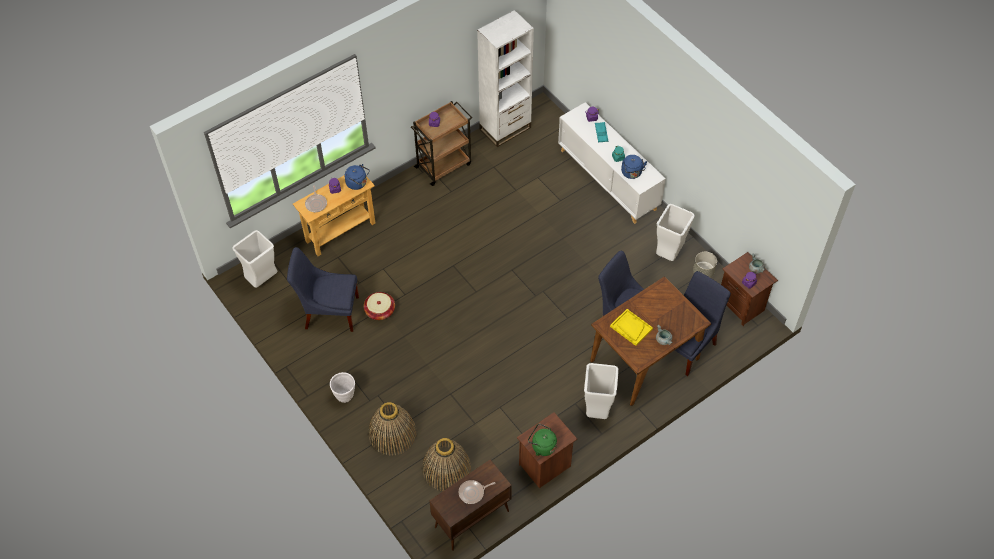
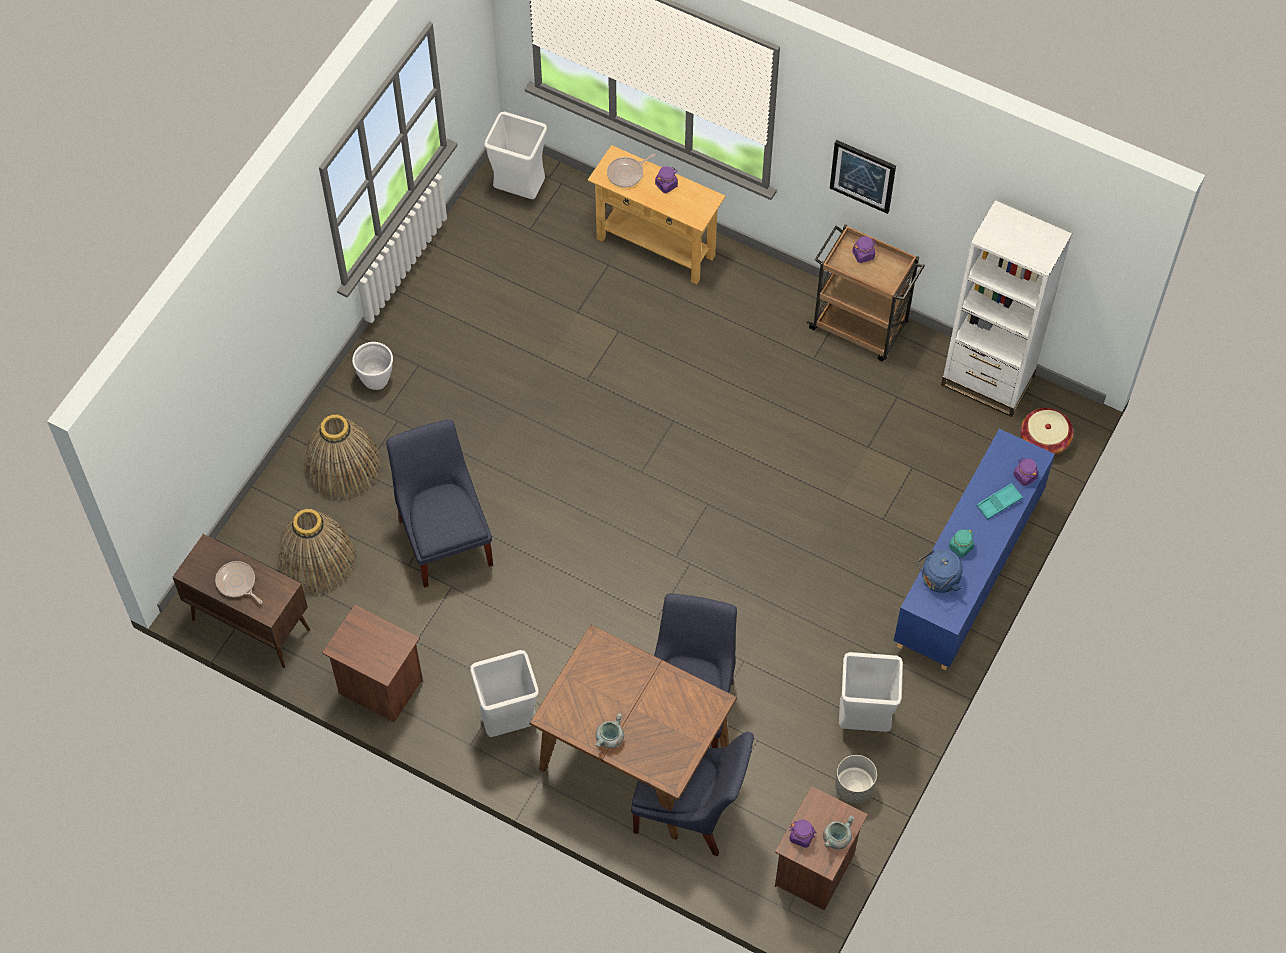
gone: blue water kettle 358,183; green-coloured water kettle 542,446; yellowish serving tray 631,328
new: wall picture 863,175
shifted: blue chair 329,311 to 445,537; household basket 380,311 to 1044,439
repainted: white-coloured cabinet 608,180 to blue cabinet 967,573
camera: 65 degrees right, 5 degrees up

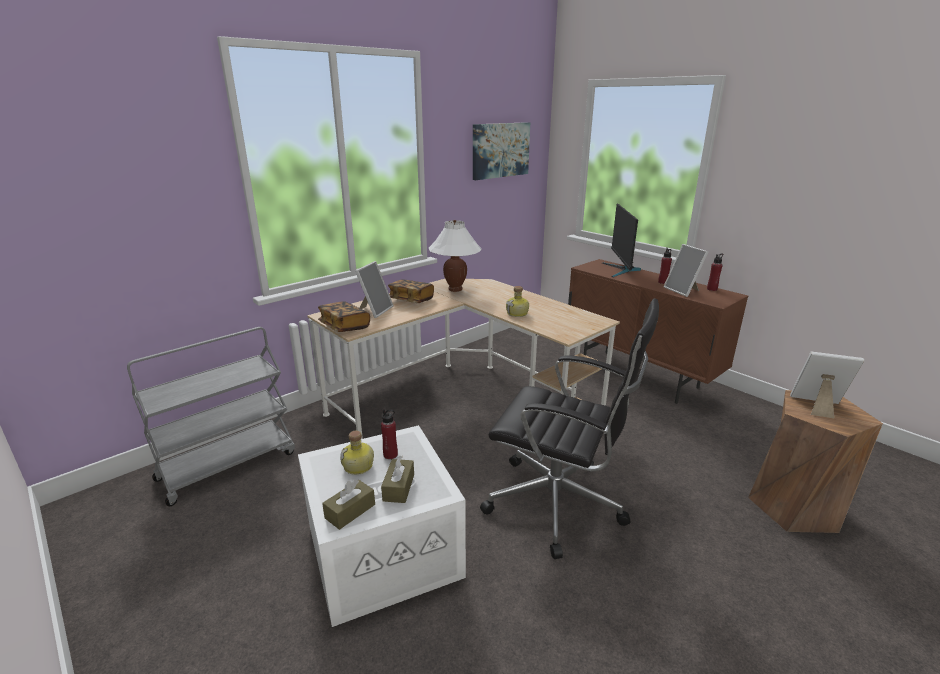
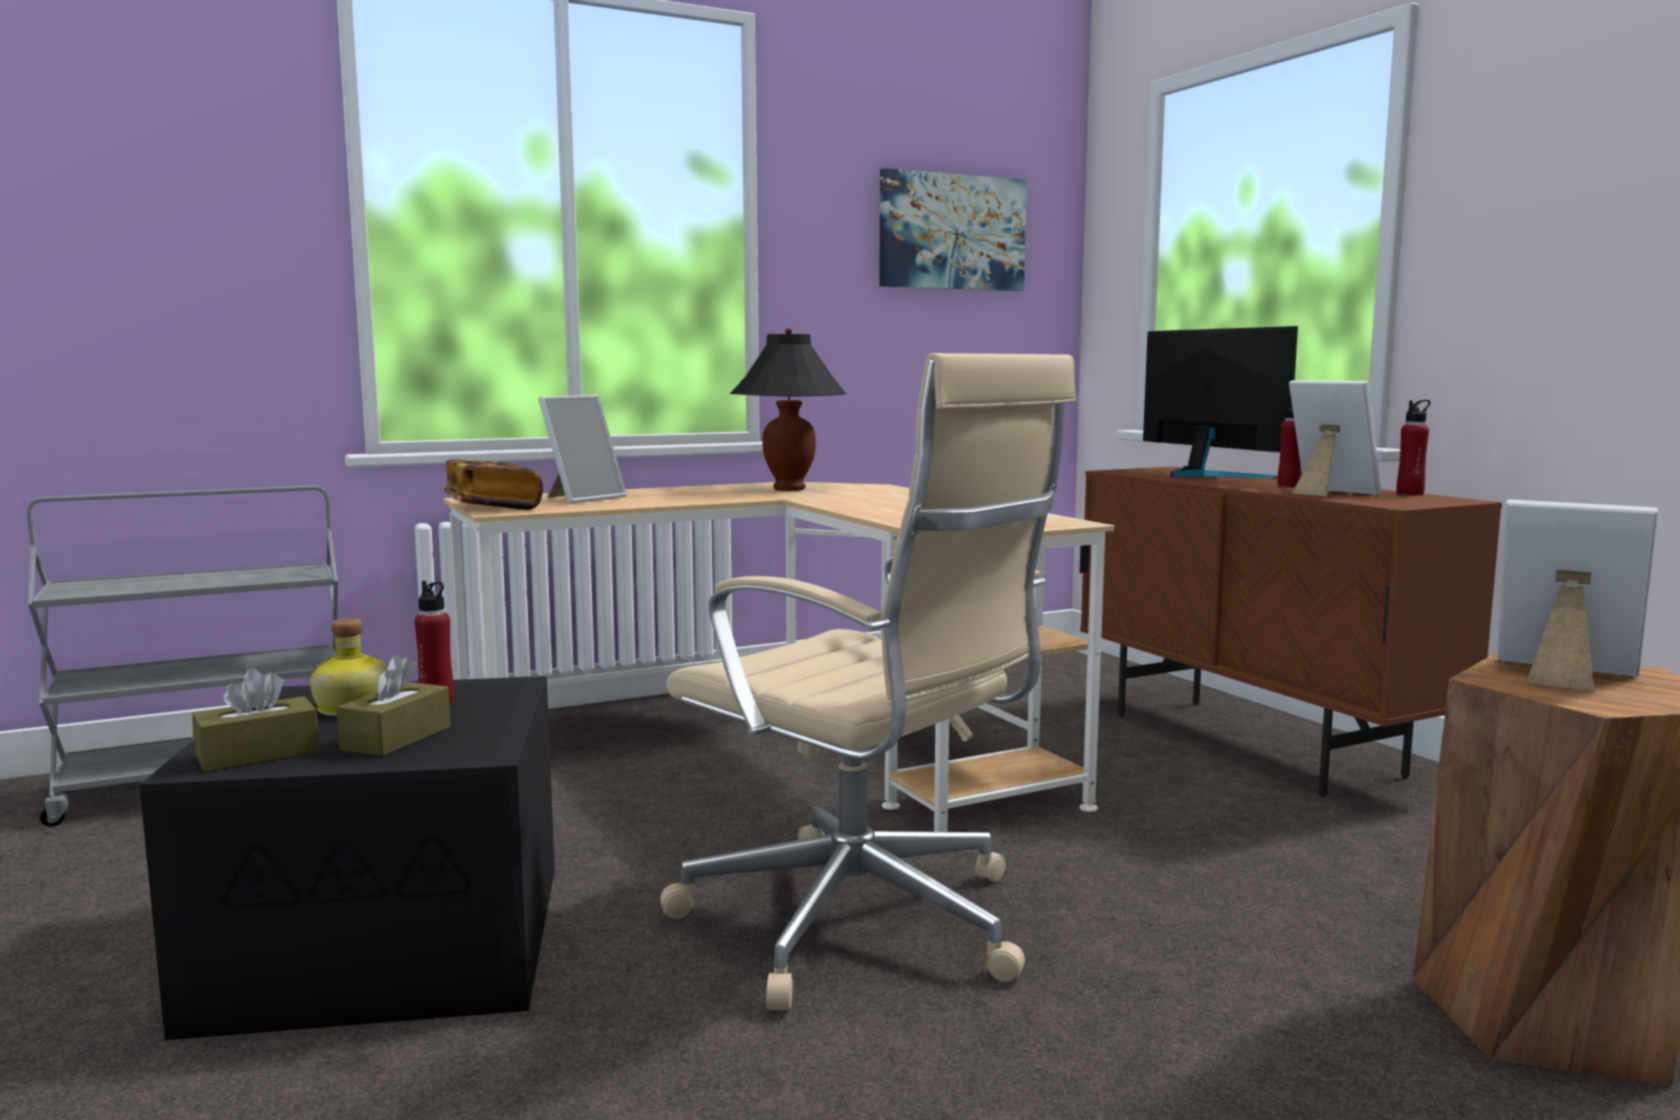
gone: bound book 411,300; beverage bottle 517,313
repainted: white-coloured storage bin 385,549 to black-coloured storage bin 394,940; black-coloured office chair 559,504 to beige-coloured office chair 864,925; white-coloured table lamp 455,289 to black-coloured table lamp 789,489
rotated: computer display 621,270 = 1205,474 135 degrees clockwise; standing frame 683,291 = 1326,493 150 degrees clockwise
camera: 15 degrees right, 15 degrees down

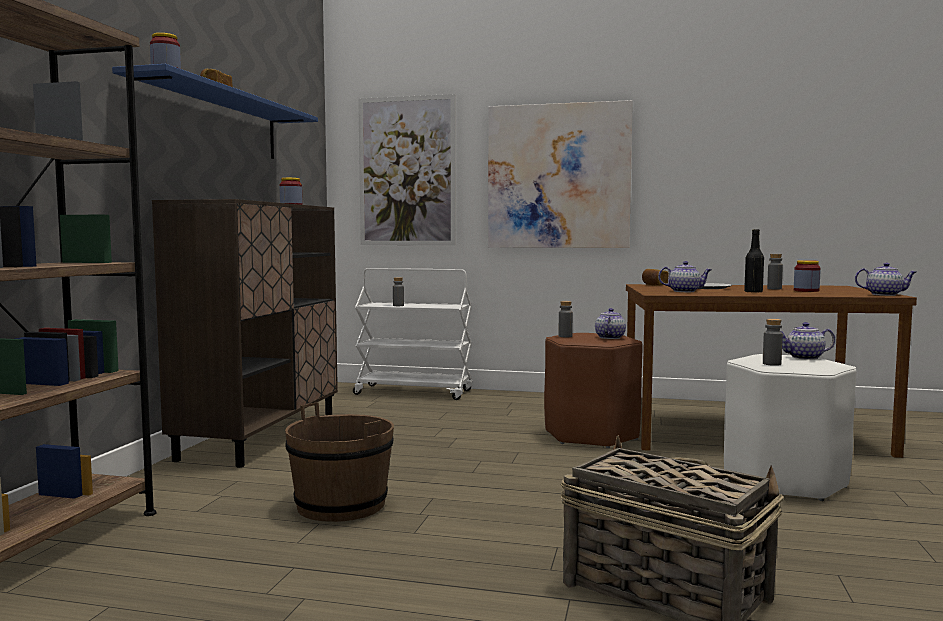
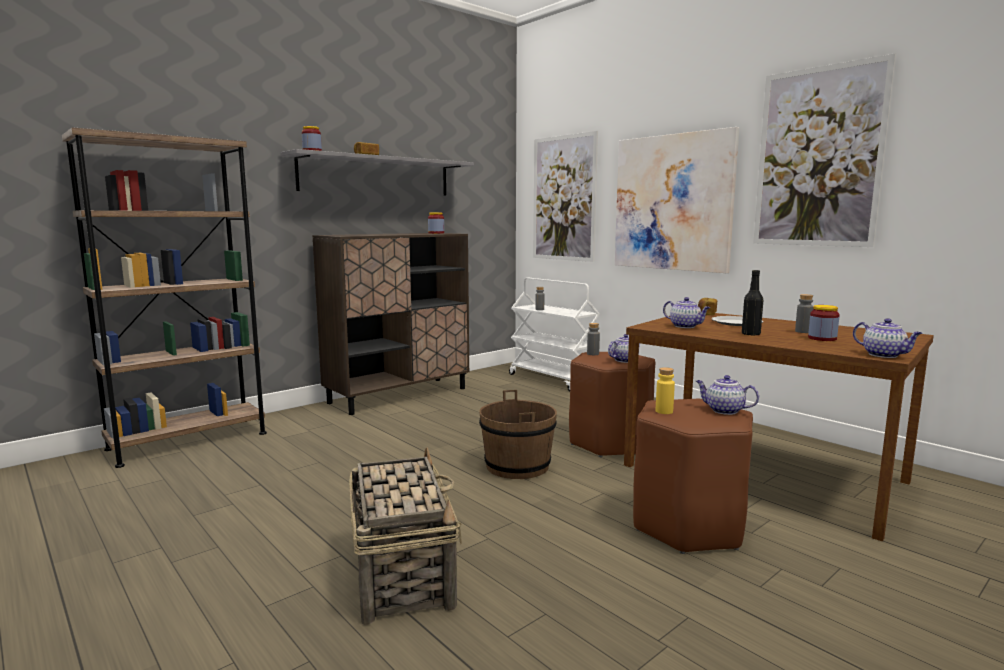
new: wall picture 818,157
shifted: brownish pail 341,505 to 517,466
repainted: blue shelf 211,122 to greyish shelf 377,176; white-coloured stool seat 784,481 to brownish stool seat 688,526; greyish beverage bottle 771,364 to yellowish beverage bottle 664,411
camera: 35 degrees right, 5 degrees up

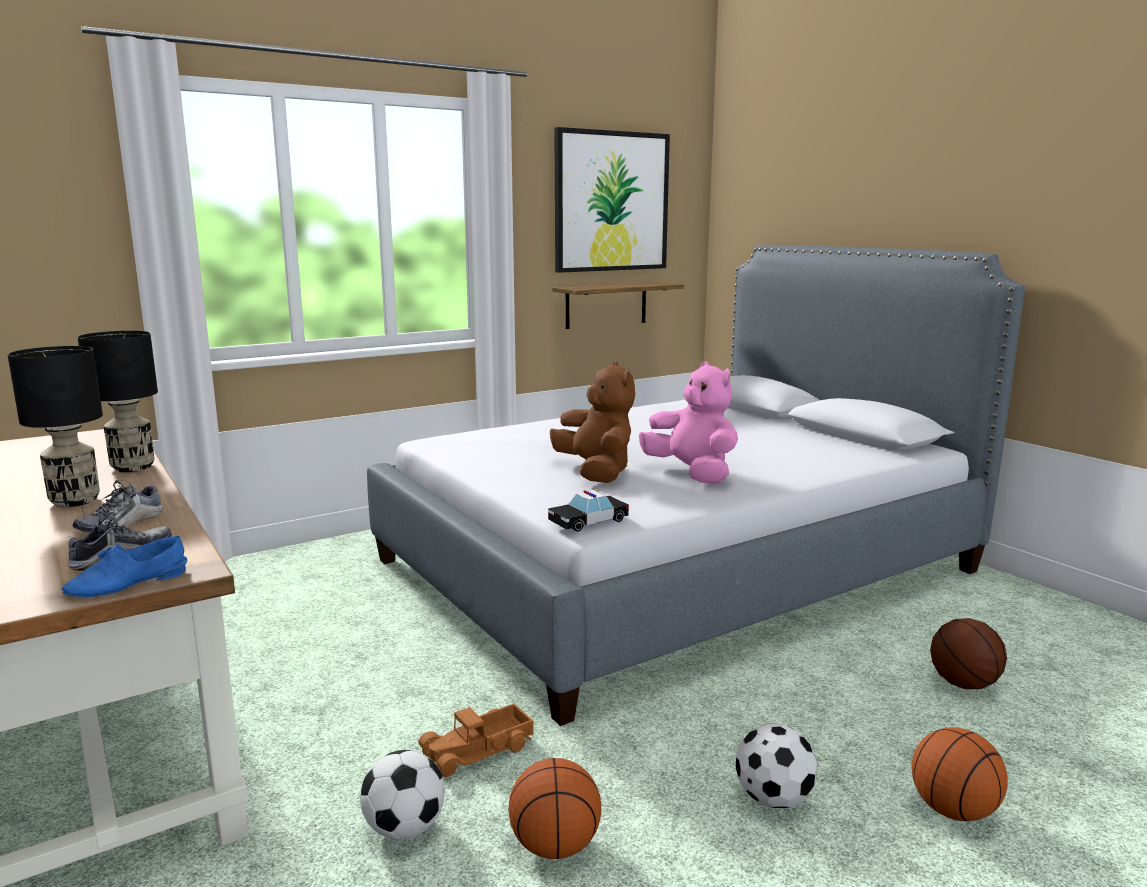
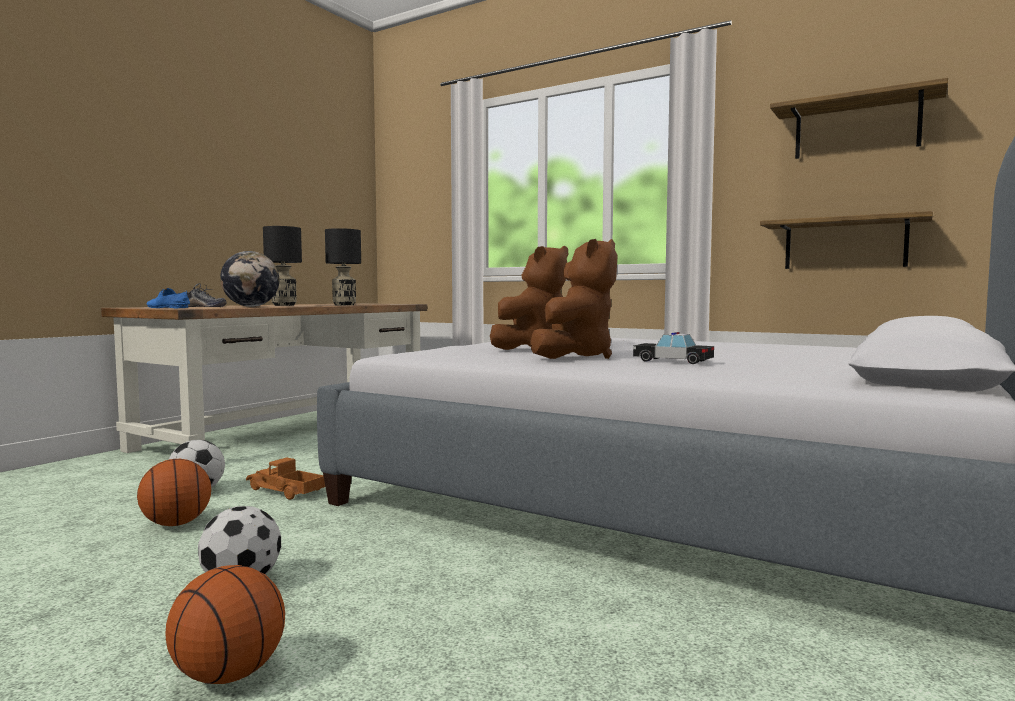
gone: basketball 964,684
shifted: miniature car 588,521 to 673,361
swapped: item of footwear 121,524 to globe 251,306; wall picture 611,202 to shelf 856,128
repainted: pink-coloured soft toy 692,474 to brownish soft toy 575,357
camera: 65 degrees right, 10 degrees down

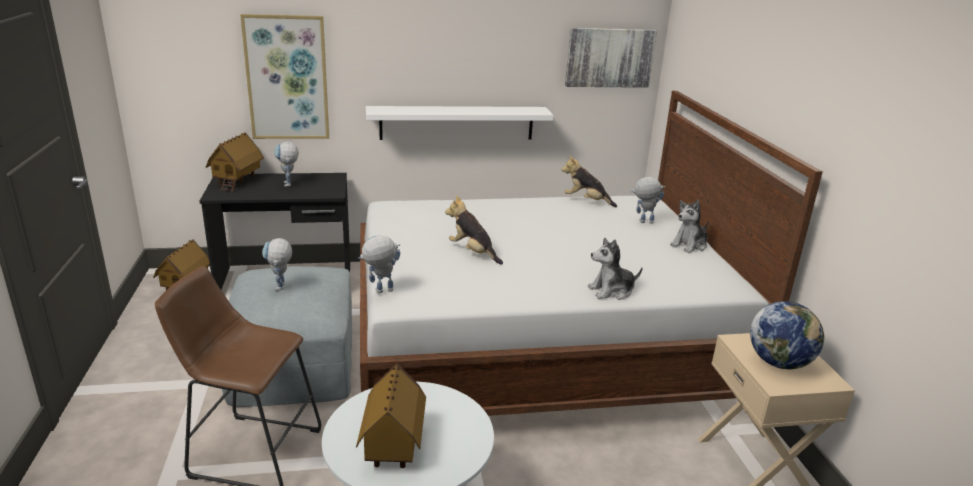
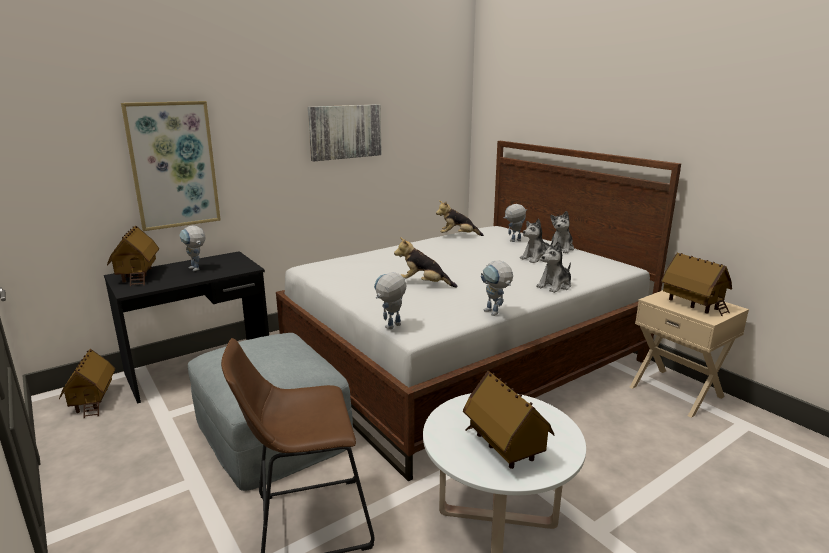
gone: white-coloured shelf 457,123
new: soft toy 536,258
shifted: wall picture 609,57 to 345,132; model robot 281,289 to 495,313
swapped: globe 779,362 to toy house 692,305
camera: 25 degrees left, 5 degrees down

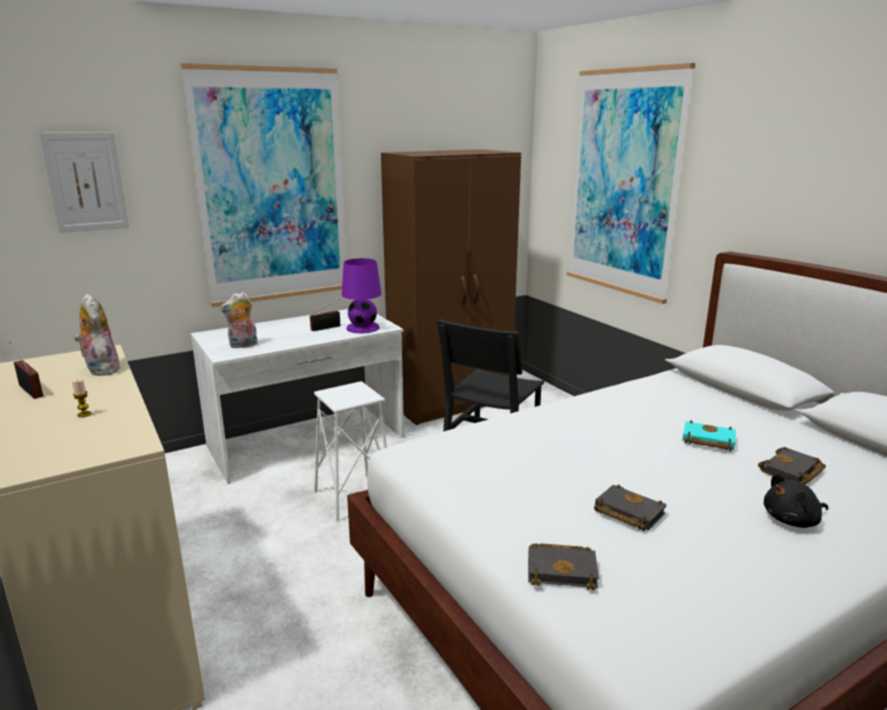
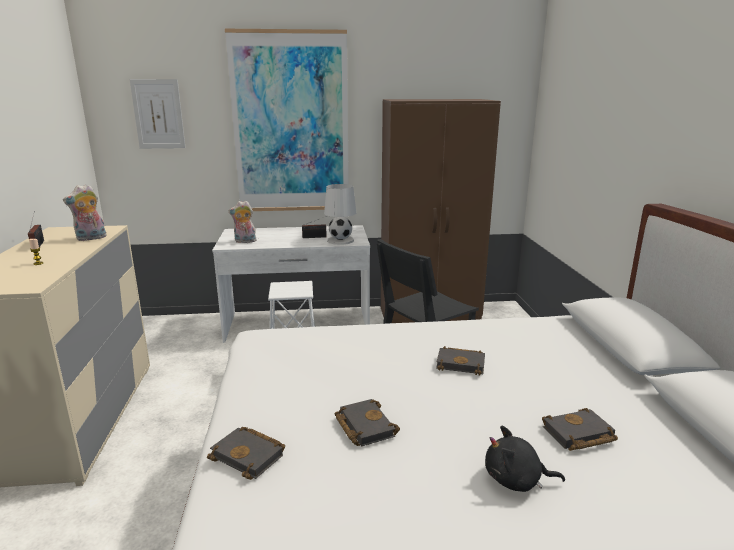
gone: wall picture 623,183; turquoise bound book 706,440
new: black-coloured bound book 462,364
repainted: purple-coloured table lamp 363,328 to white-coloured table lamp 341,240
rotated: soft toy 100,369 = 91,238 120 degrees counterclockwise
camera: 25 degrees right, 0 degrees up

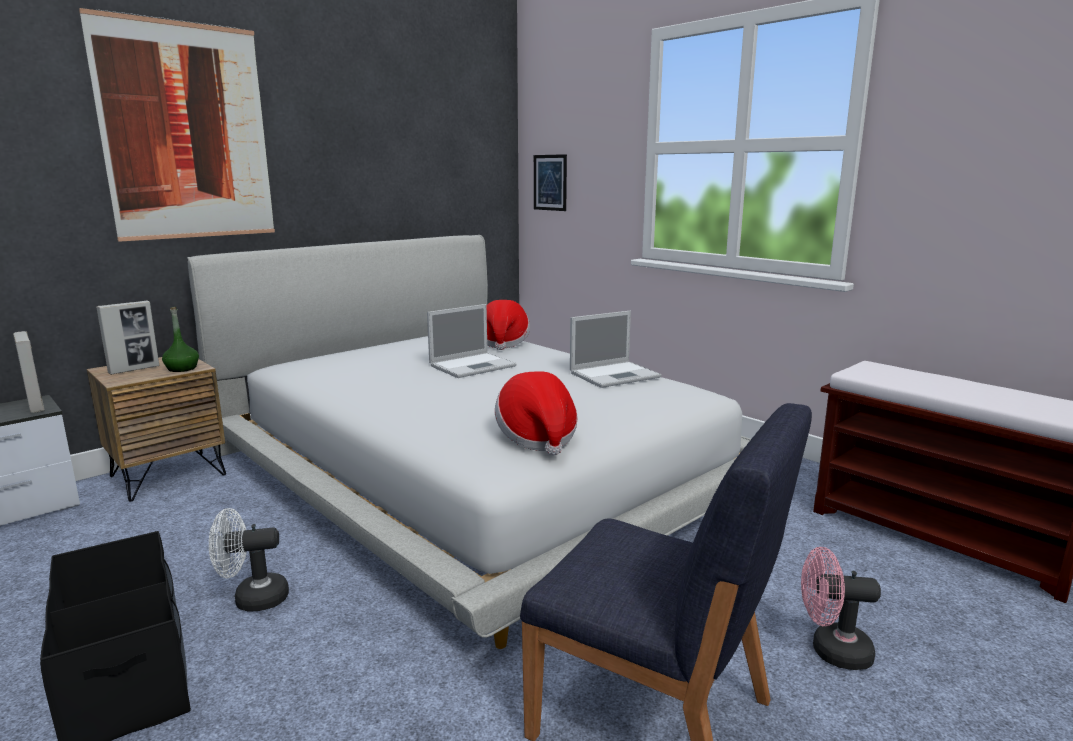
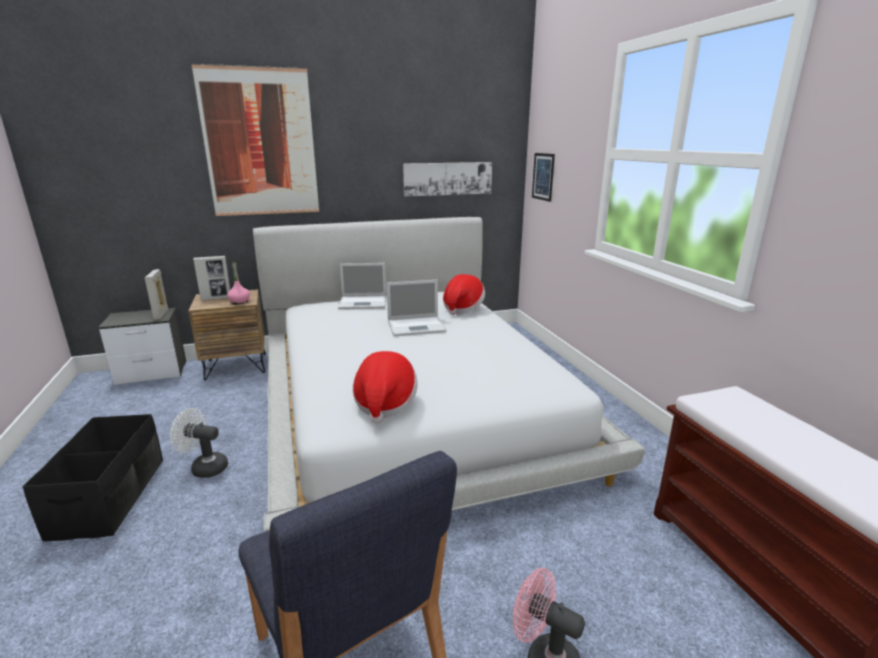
new: wall picture 447,178
shifted: portable computer 616,375 to 364,303
repainted: green-coloured beverage bottle 182,369 to pink-coloured beverage bottle 239,302
camera: 25 degrees right, 5 degrees up

